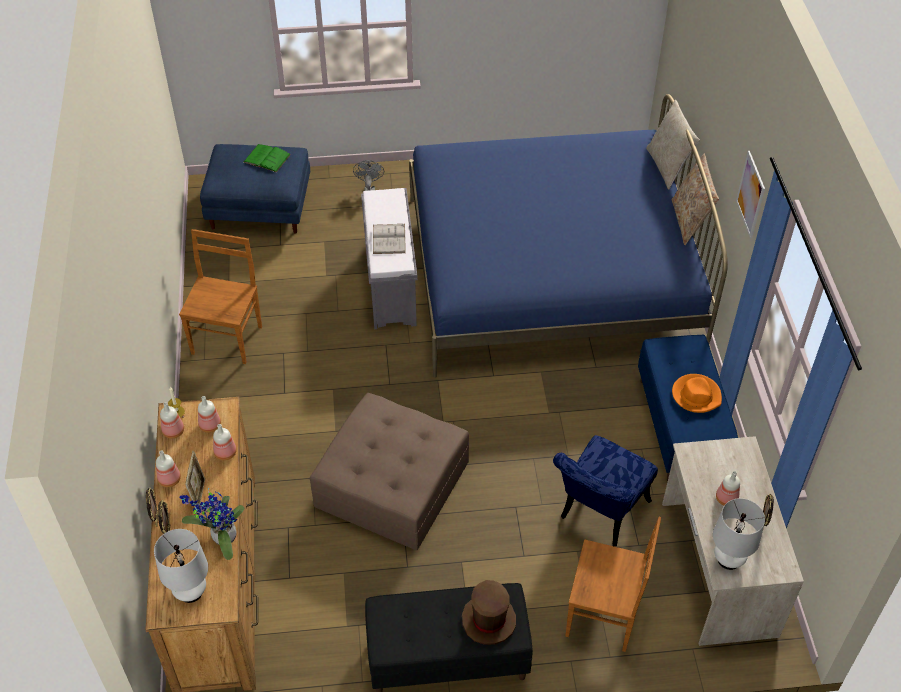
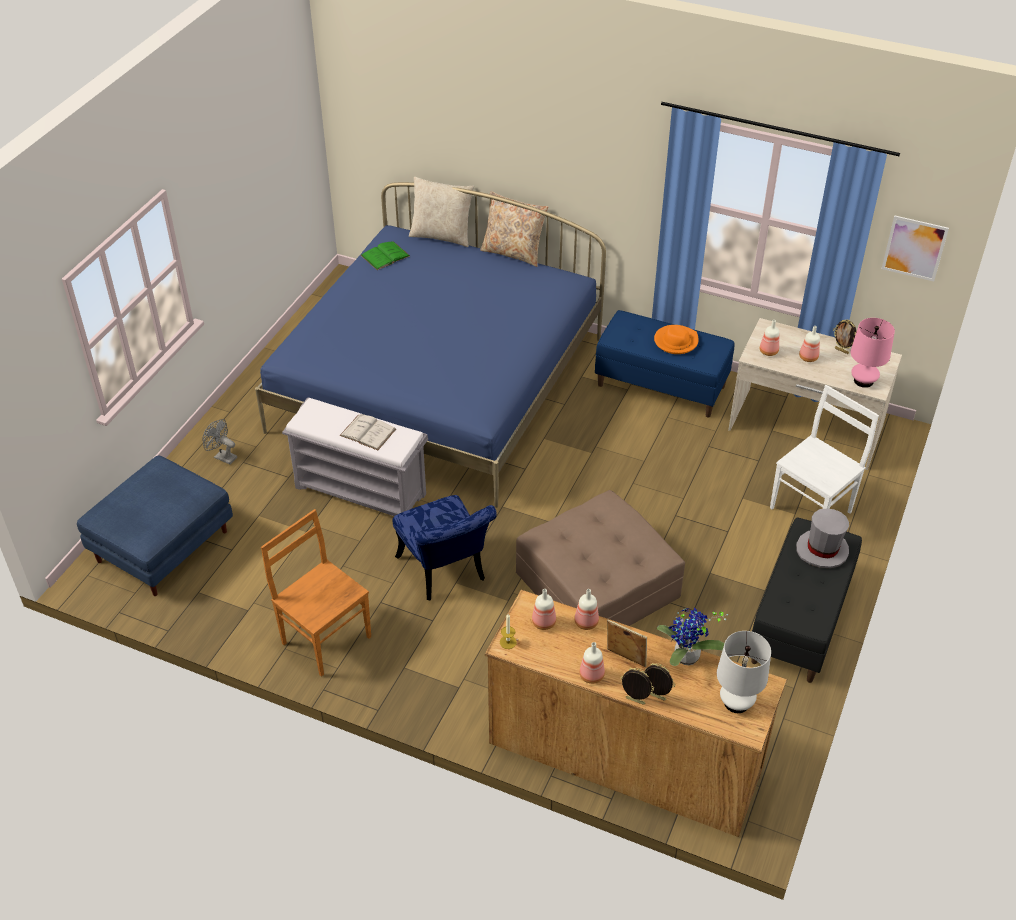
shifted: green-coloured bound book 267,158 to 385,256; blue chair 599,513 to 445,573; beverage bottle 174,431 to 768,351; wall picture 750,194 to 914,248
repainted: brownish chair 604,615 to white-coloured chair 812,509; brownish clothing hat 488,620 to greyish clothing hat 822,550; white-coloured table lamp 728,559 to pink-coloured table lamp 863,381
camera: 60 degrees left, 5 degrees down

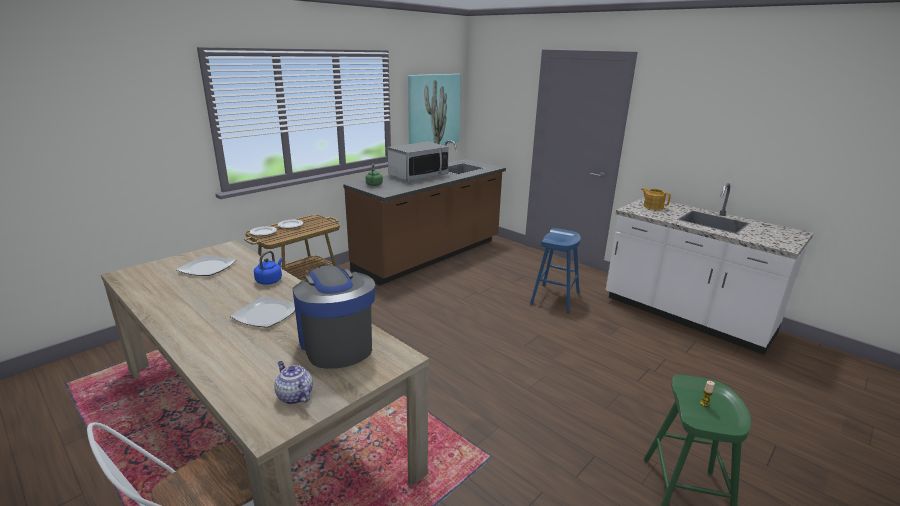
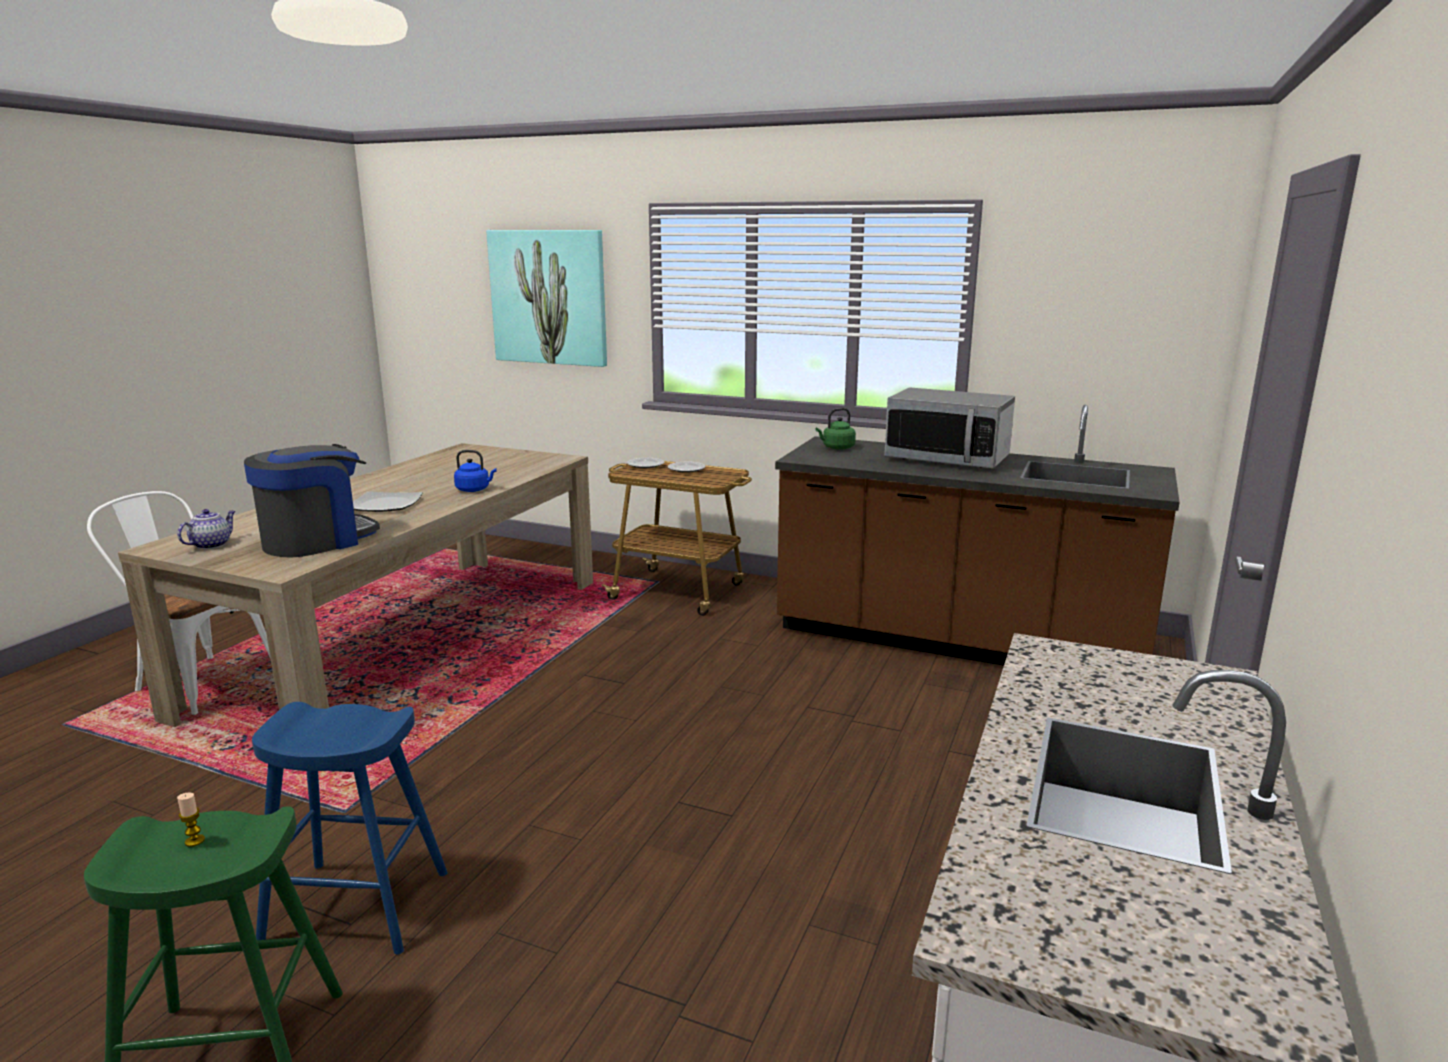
gone: flat dish 207,267; pot for tea 653,206
shifted: blue stool seat 555,298 to 357,907; wall picture 433,110 to 549,297
camera: 70 degrees right, 5 degrees down

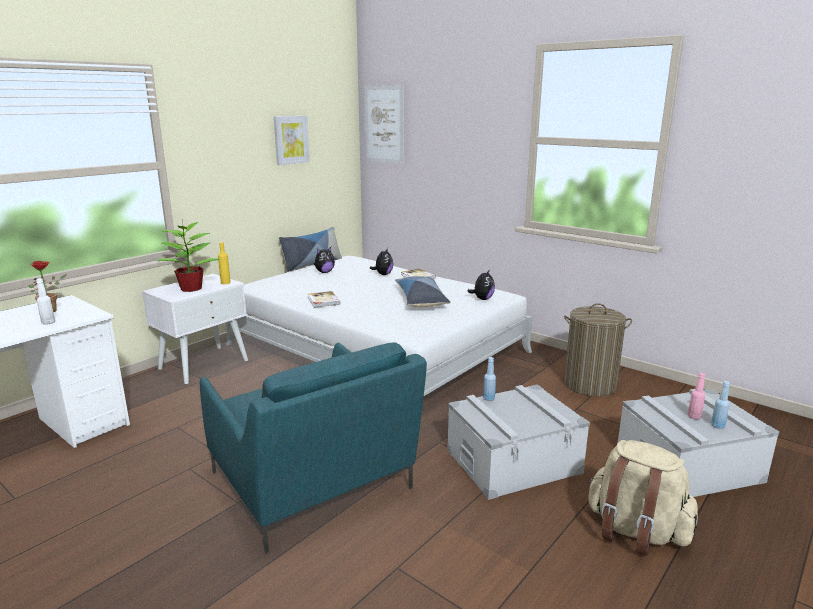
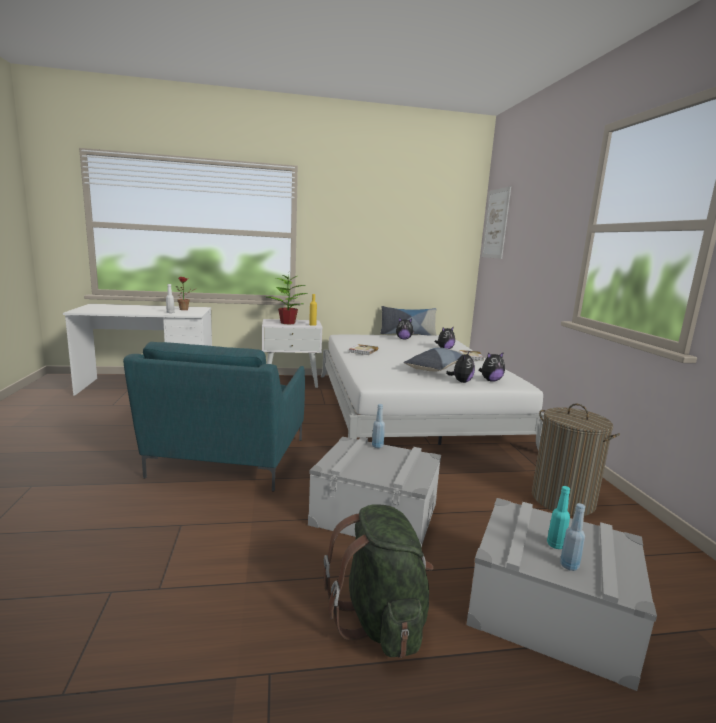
gone: wall picture 291,139
new: soft toy 461,381
repainted: beige-coloured rucksack 635,531 to green-coloured rucksack 380,619; pink-coloured beverage bottle 694,417 to turquoise beverage bottle 555,545
camera: 40 degrees right, 5 degrees down

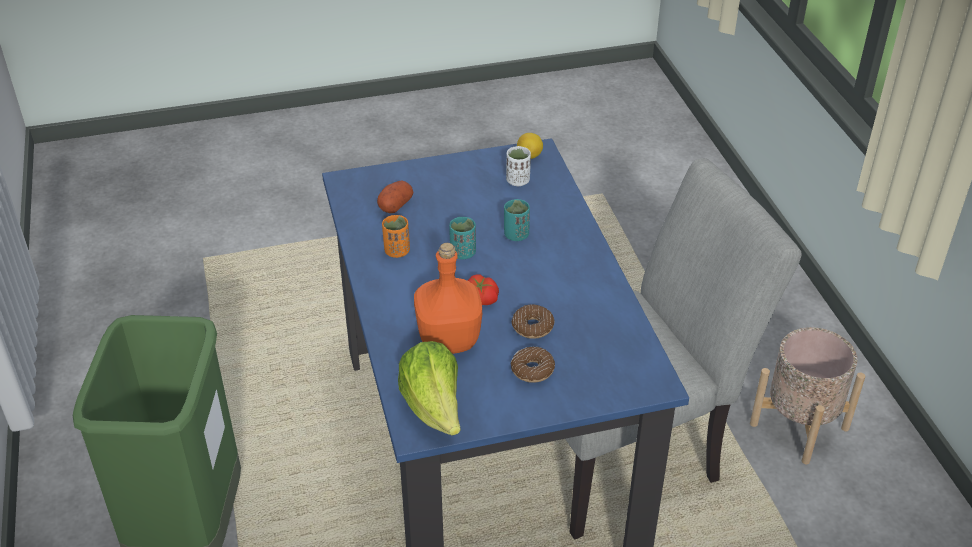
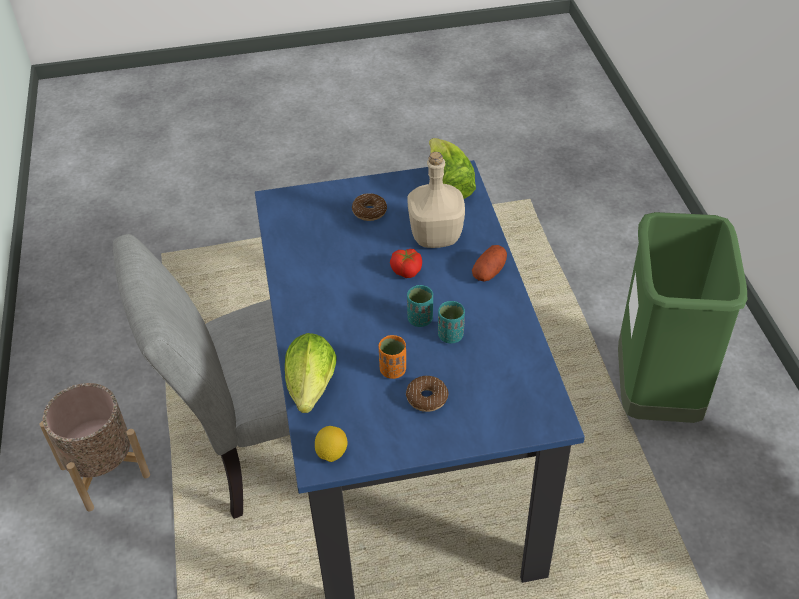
gone: white-coloured small cup 518,181
new: lettuce head 311,391
shifted: orange-coloured small cup 397,251 to 393,370; ring doughnut 532,327 to 427,398; turquoise small cup 516,235 to 450,335; potato 395,205 to 489,272
repainted: orange-coloured beverage bottle 449,341 to beige-coloured beverage bottle 435,235
camera: 175 degrees left, 5 degrees up

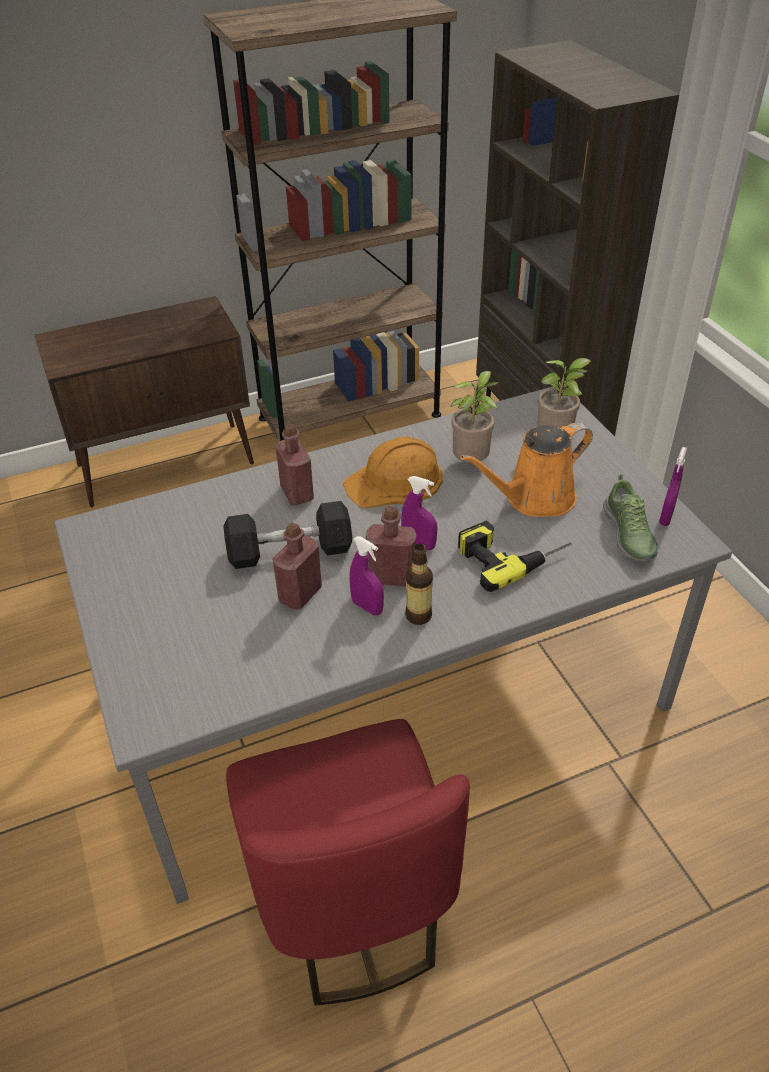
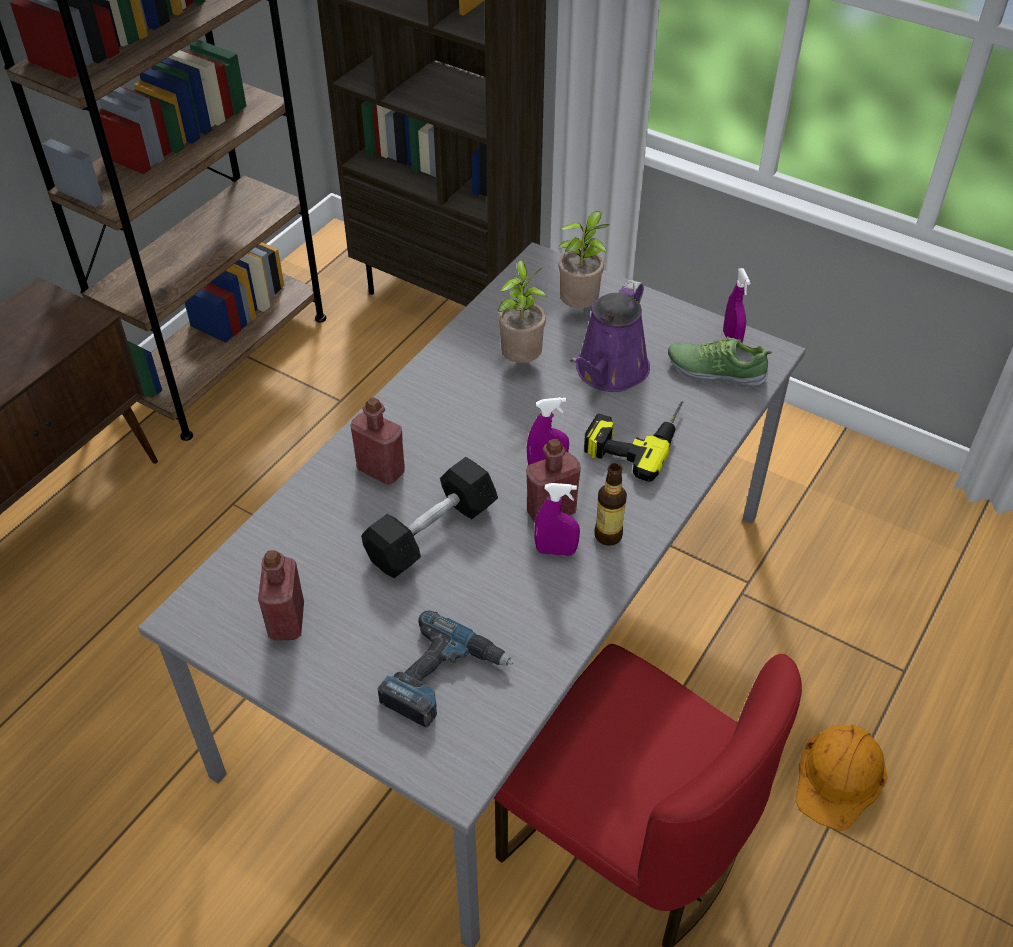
new: power drill 442,679
shifted: reddish beverage bottle 300,594 to 286,621; orange-coloured safety helmet 395,481 to 839,777
repainted: orange-coloured sprinkling can 534,499 to purple-coloured sprinkling can 609,372
rotated: item of footwear 628,535 = 715,371 150 degrees clockwise
camera: 35 degrees left, 5 degrees up

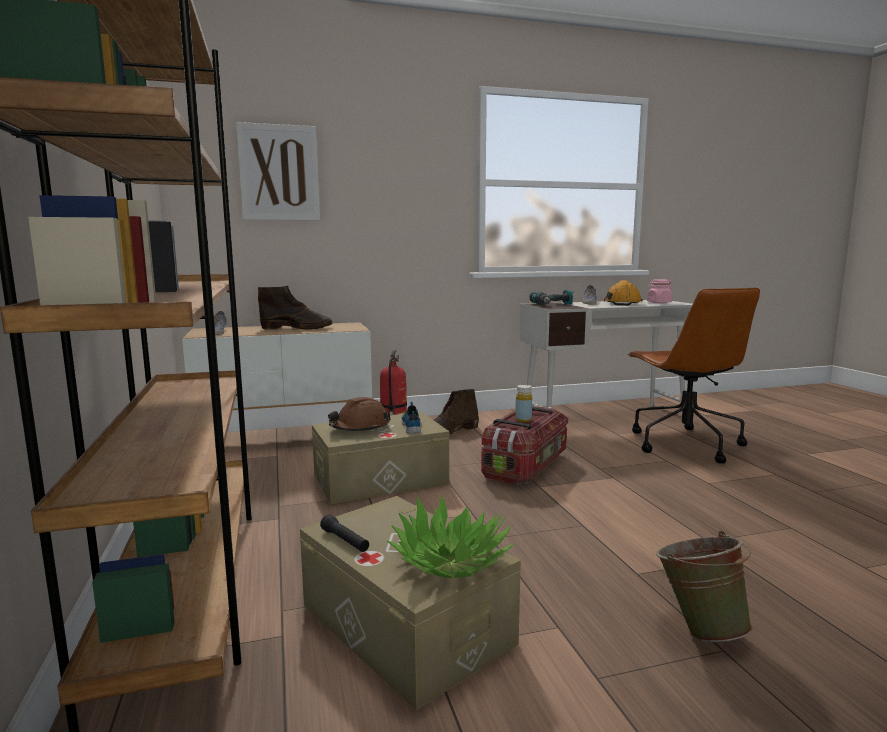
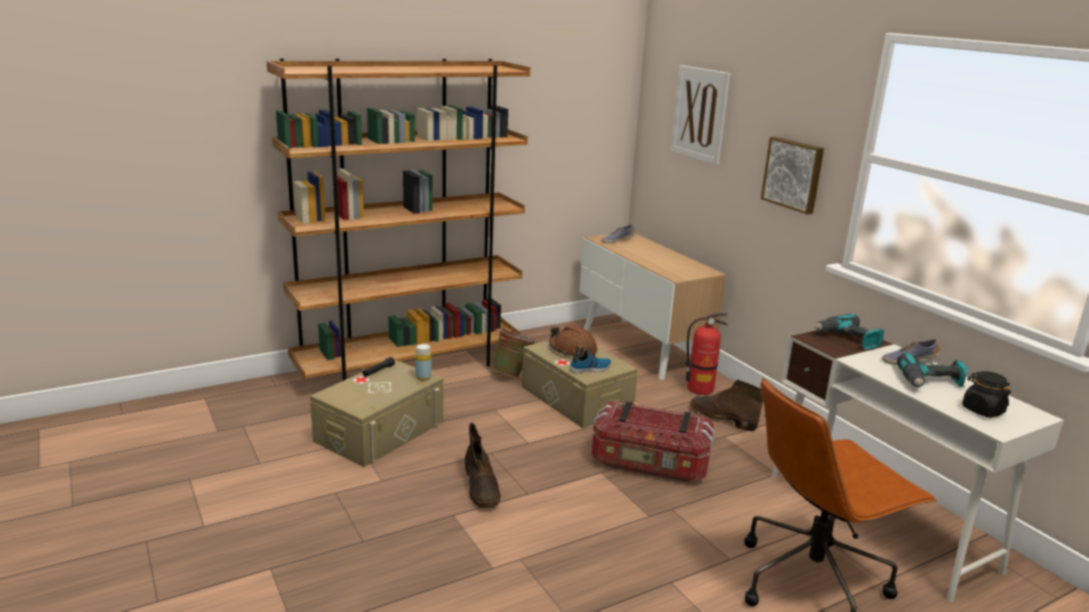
gone: houseplant 451,561
new: wall picture 793,174
shifted: yellowish beverage bottle 523,420 to 423,377; brownish boot 297,328 to 482,487; green-coloured pail 699,628 to 513,374
swapped: orange-coloured safety helmet 622,303 to power drill 931,382
repainted: pink-coloured jar 659,302 to black-coloured jar 982,410
camera: 75 degrees right, 10 degrees up

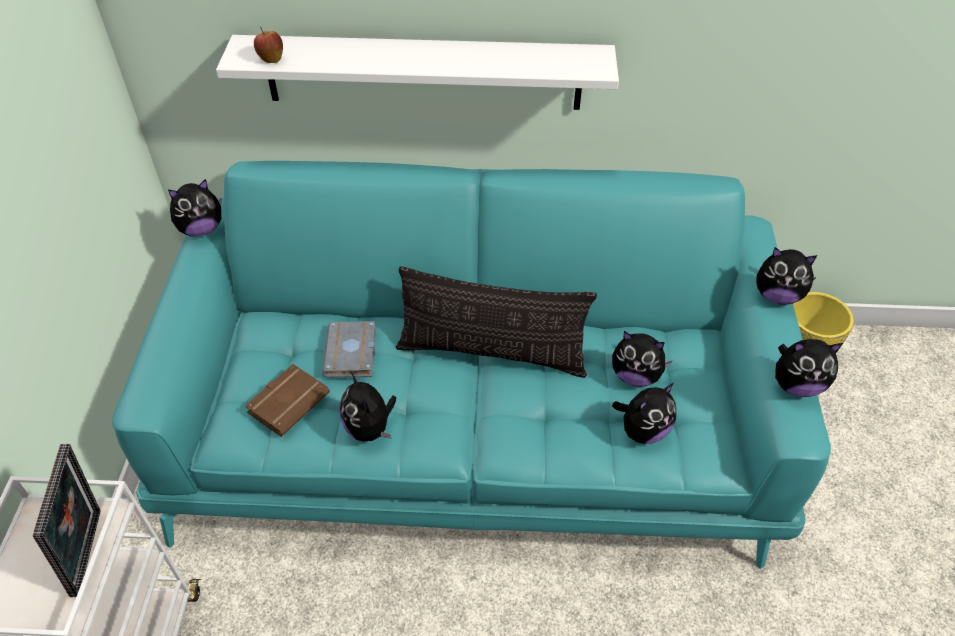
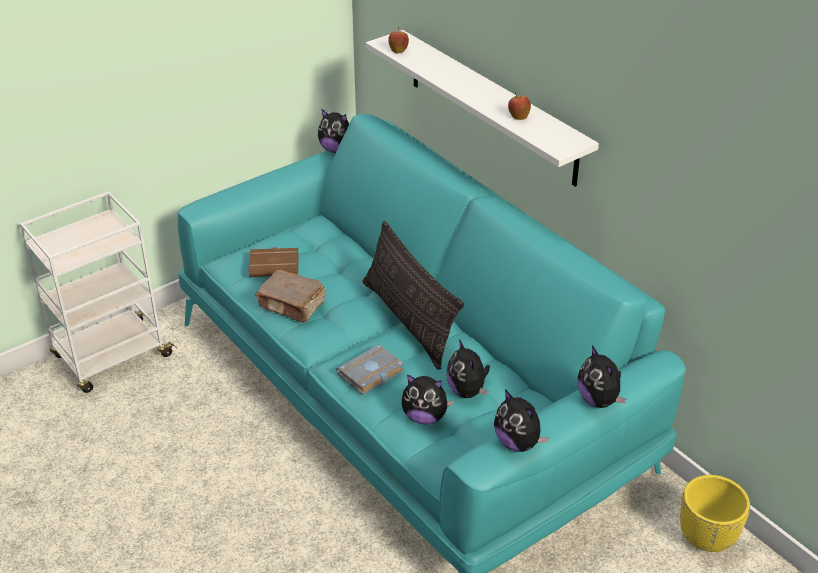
gone: standing frame 92,552
new: whole apple 518,117
shifted: greyish bound book 352,354 to 371,374
swapped: soft toy 370,429 to brownish bound book 292,305
camera: 50 degrees right, 10 degrees down

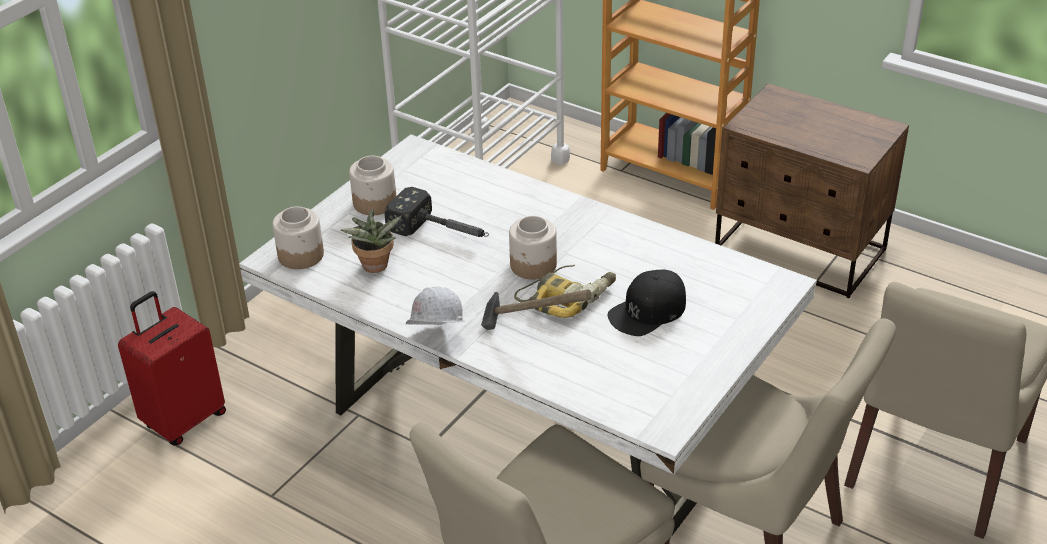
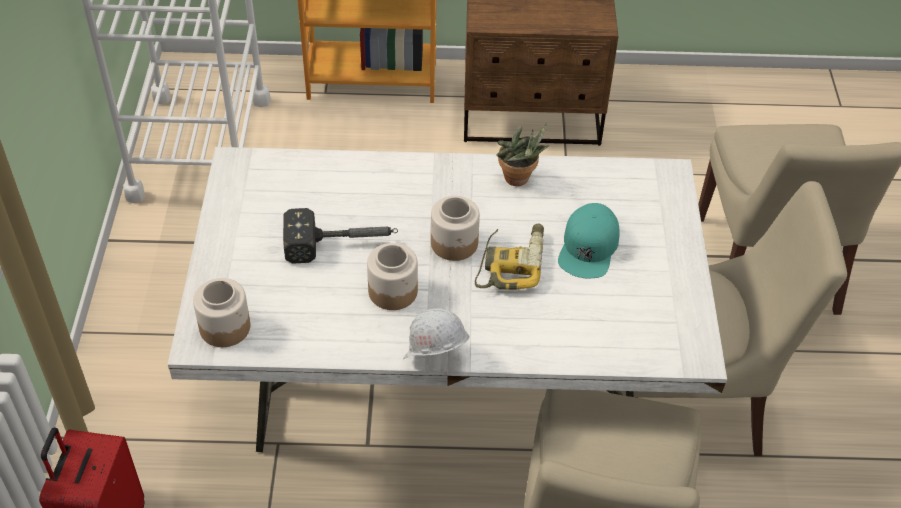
gone: tool hammer 532,333
shifted: jar 375,203 to 393,291; houseplant 374,268 to 519,180
repainted: black-coloured peaked cap 648,311 to turquoise peaked cap 588,247
camera: 35 degrees left, 10 degrees up

